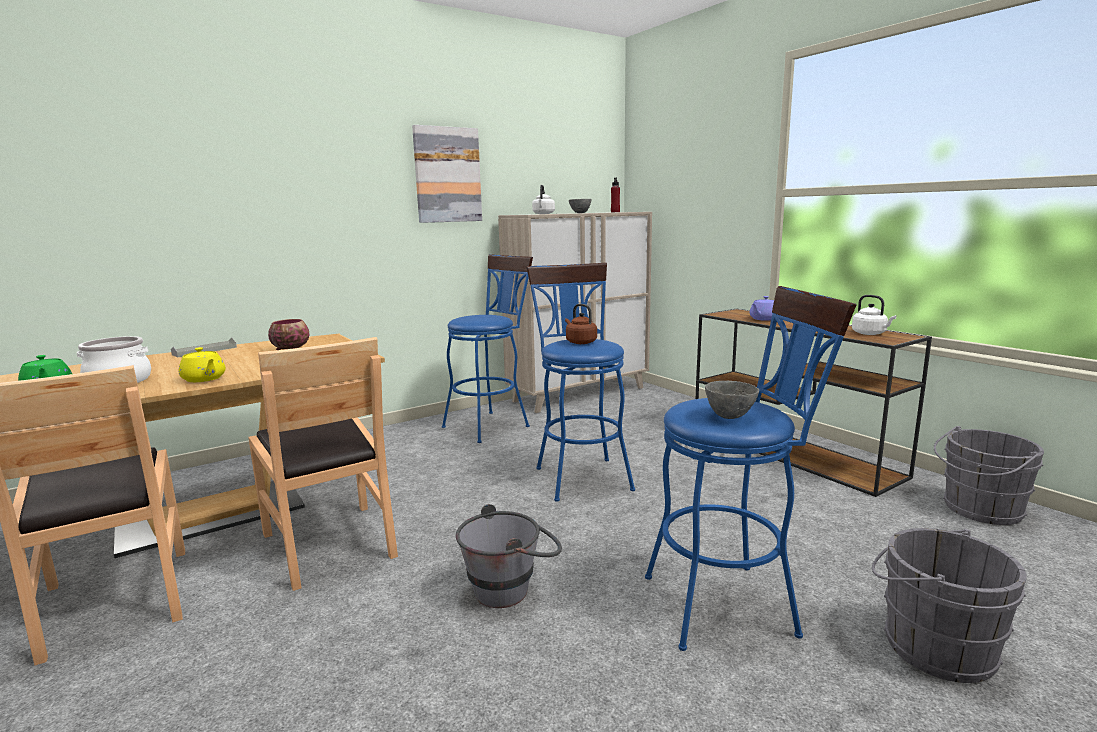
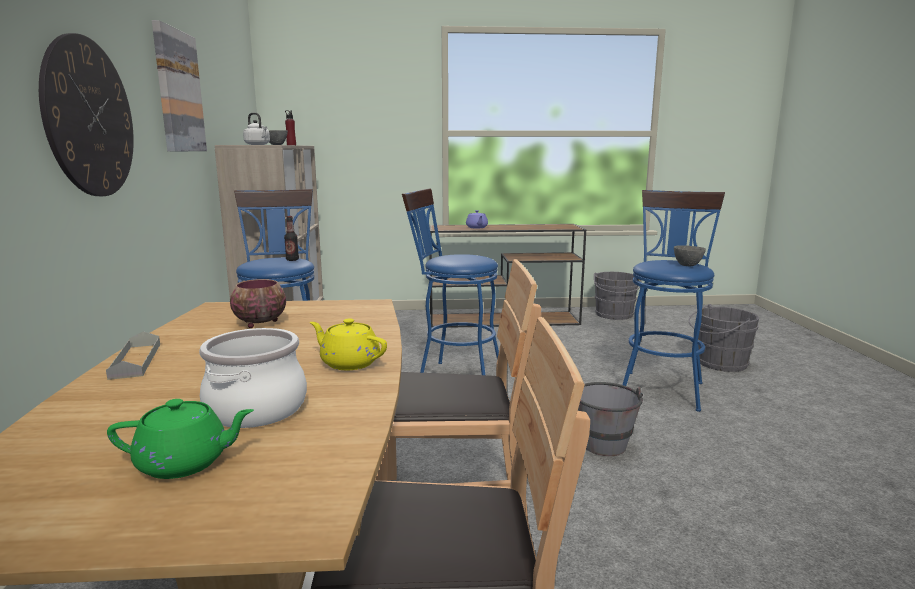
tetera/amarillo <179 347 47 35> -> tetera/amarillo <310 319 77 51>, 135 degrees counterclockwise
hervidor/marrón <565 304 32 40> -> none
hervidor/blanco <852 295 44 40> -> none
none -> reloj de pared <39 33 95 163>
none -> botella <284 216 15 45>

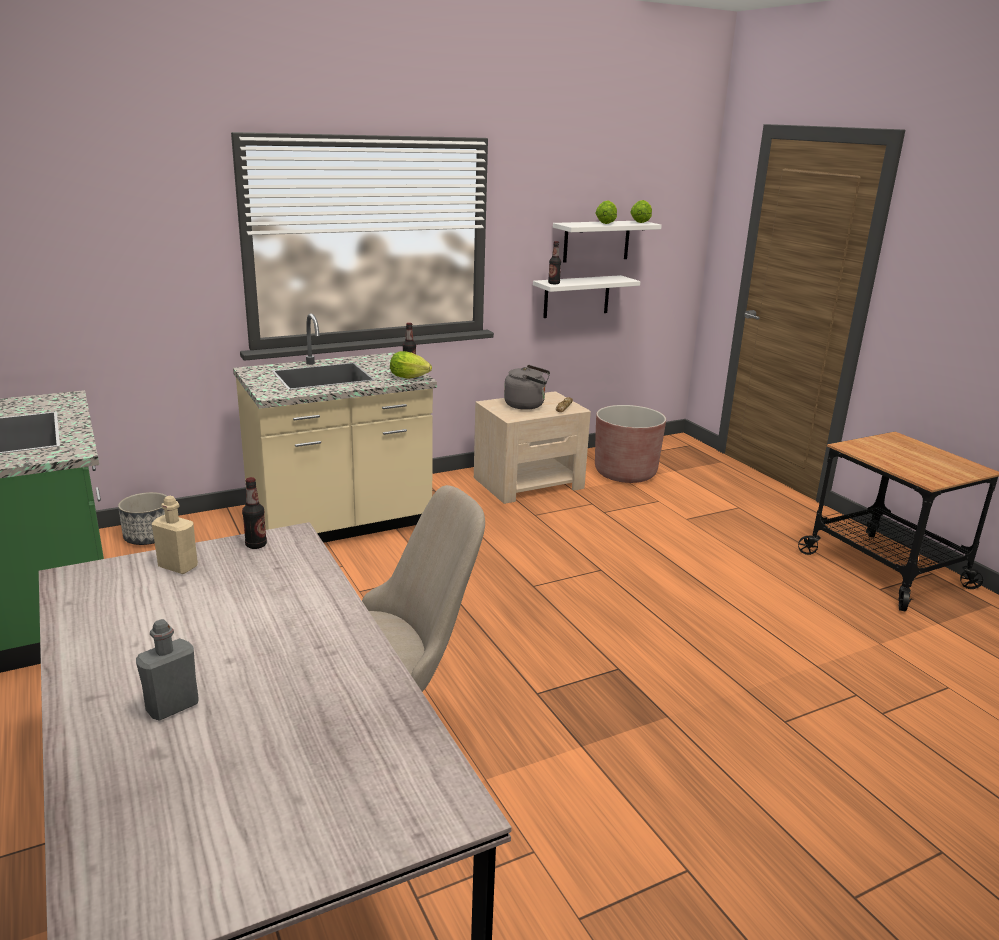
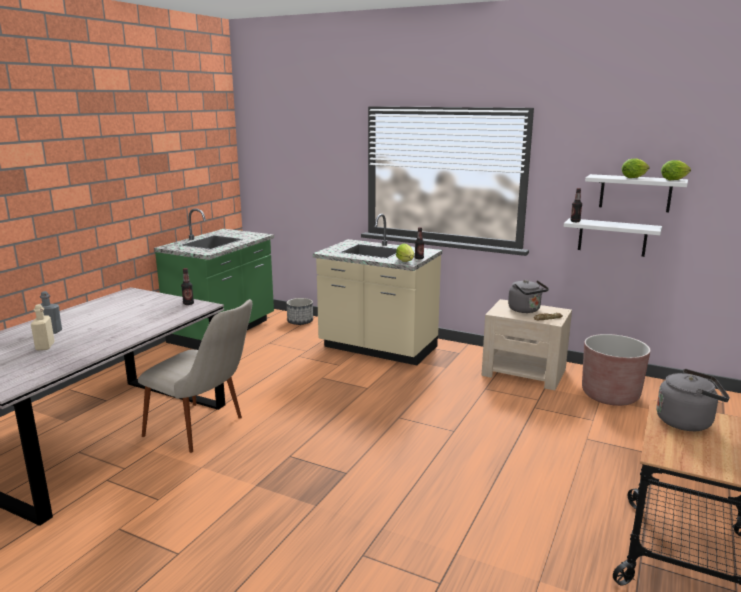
botella/beis <152 496 46 78> -> botella/beis <31 304 24 46>, moved
none -> hervidor/gris <656 369 74 62>

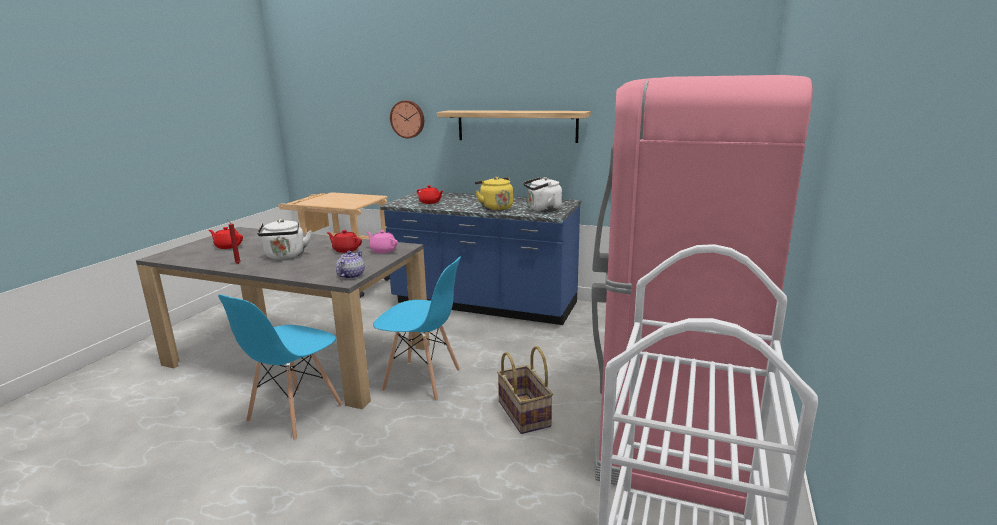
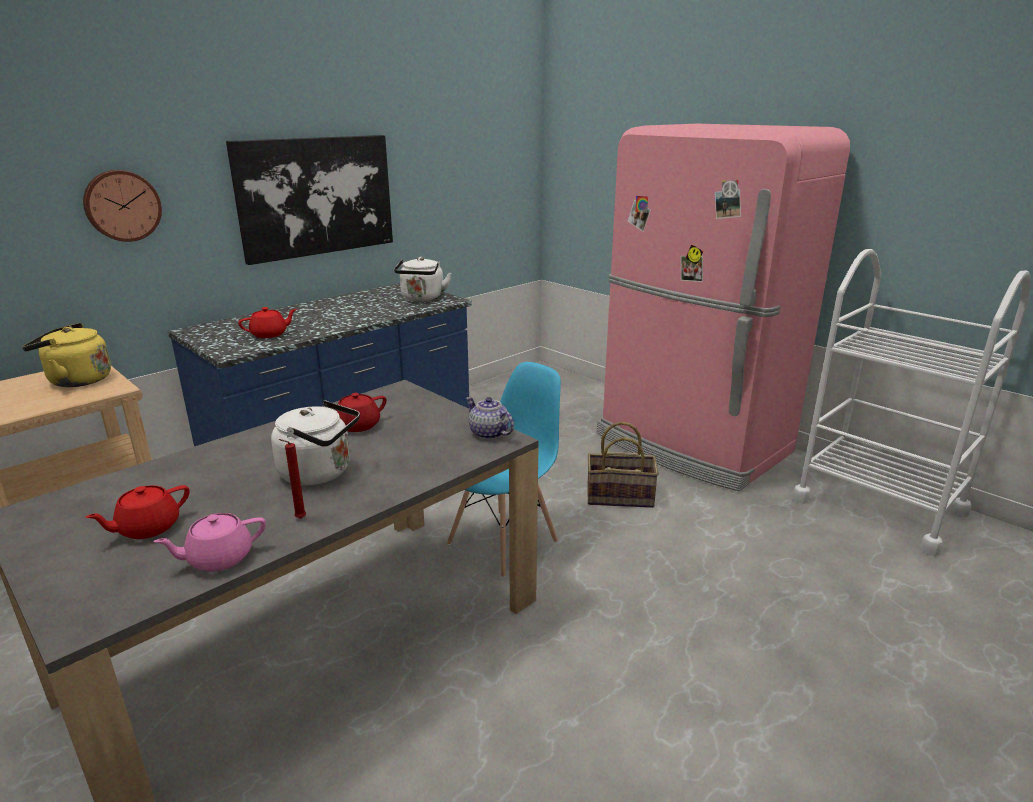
silla/azul <218 294 125 147> -> none
tetera/rosa <367 230 31 23> -> tetera/rosa <153 513 113 59>, moved
estante <437 110 154 33> -> cuadro <226 135 167 130>
hervidor/amarillo <475 177 38 34> -> hervidor/amarillo <22 323 89 64>, moved

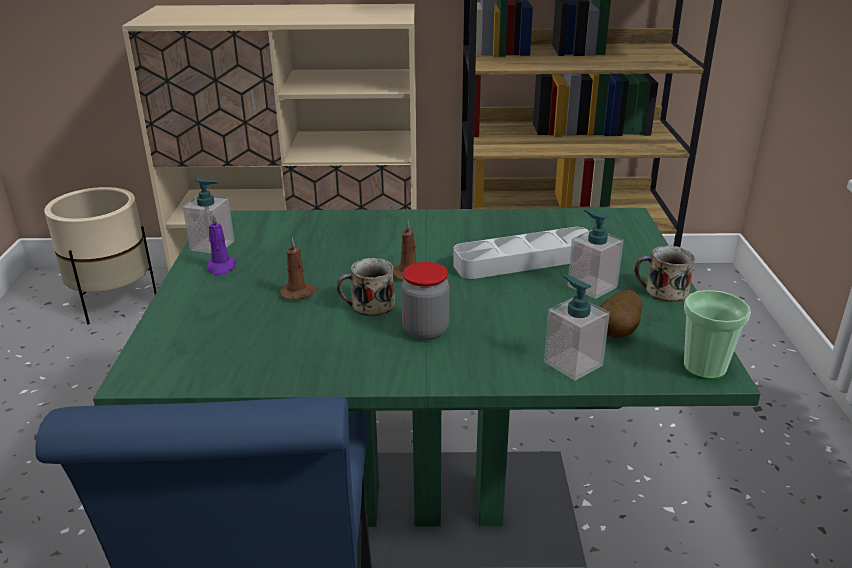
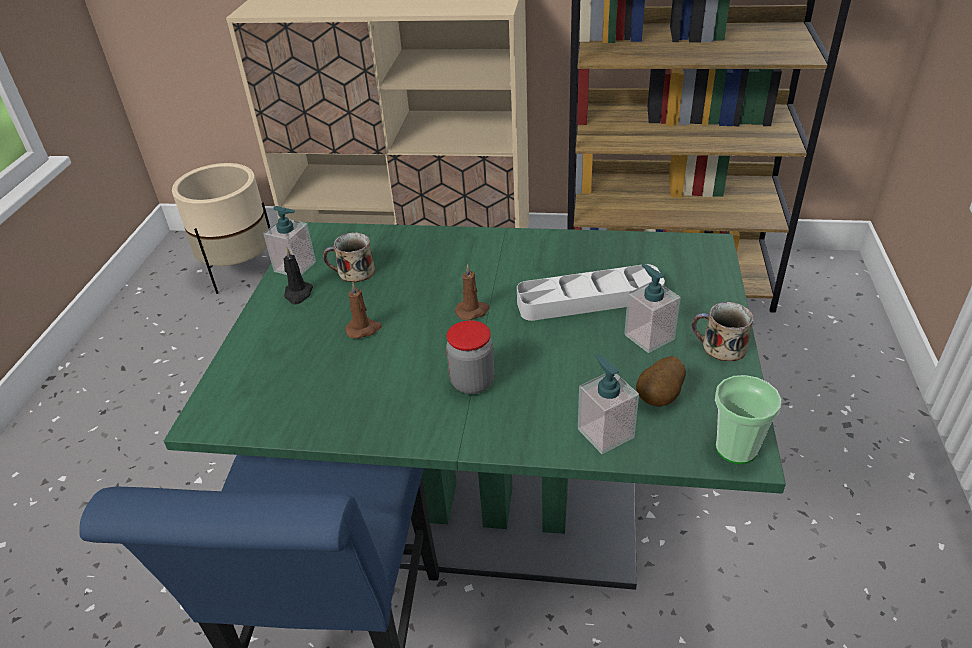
vela/morado <207 213 30 63> -> vela/negro <283 248 30 56>
taza grande <337 258 58 58> -> taza grande <323 232 52 50>, moved

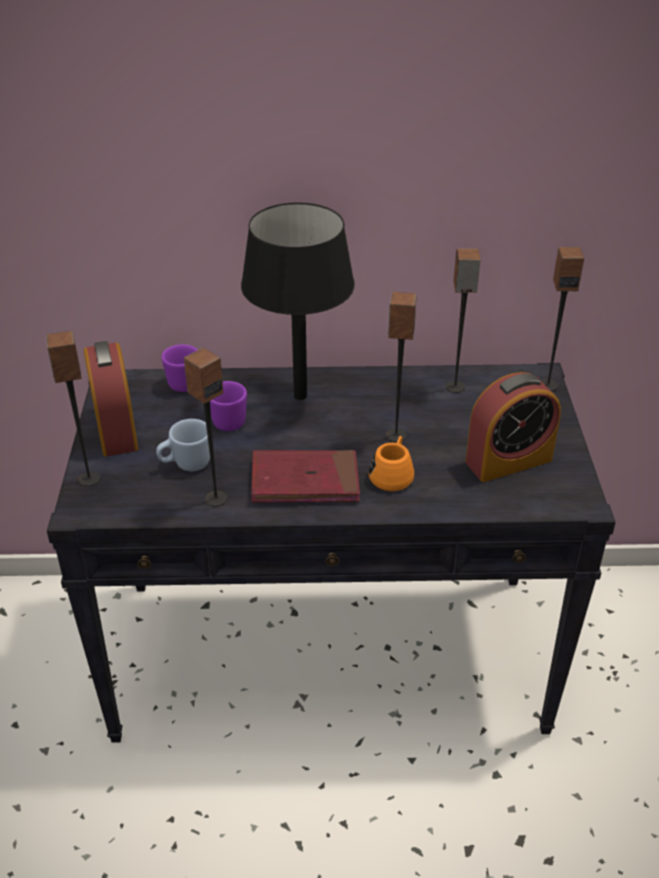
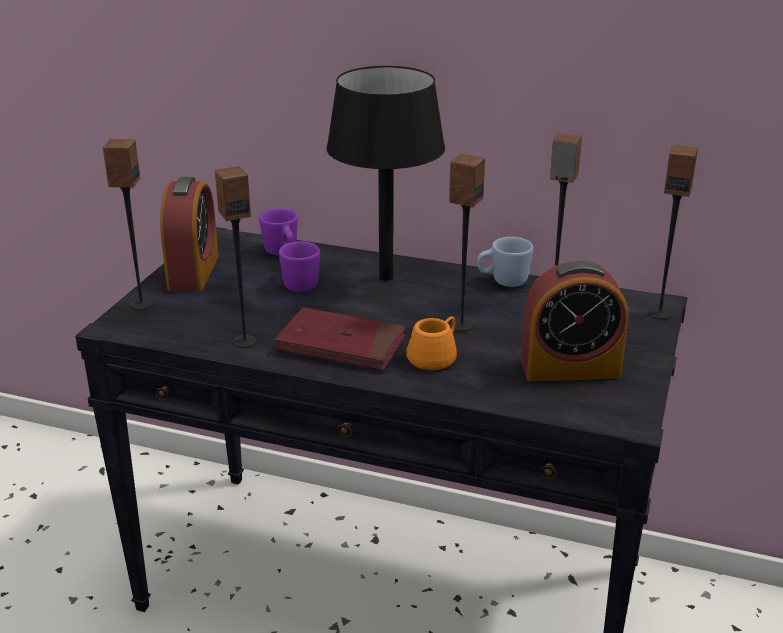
taza grande/azul <156 419 54 52> -> taza grande/azul <477 237 56 50>, moved

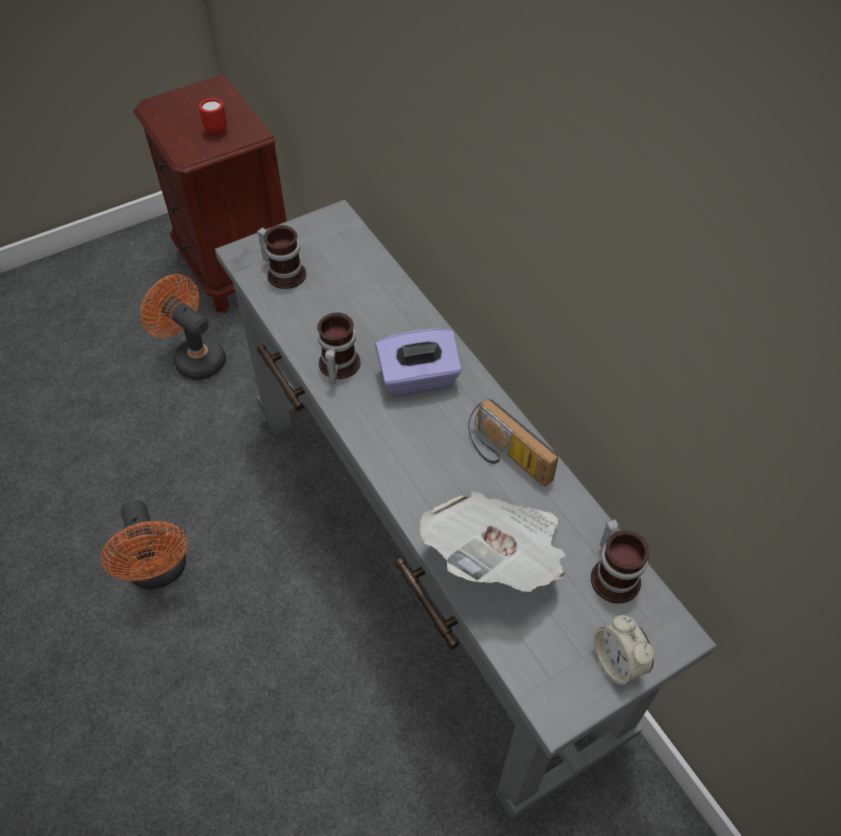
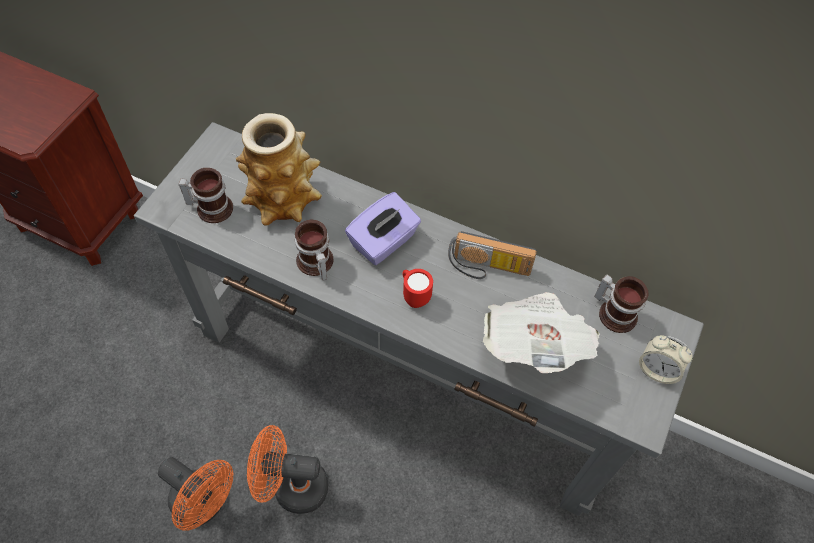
ventilador/naranja <140 274 86 106> -> ventilador/naranja <247 425 81 89>, moved
taza grande/rojo <199 98 28 37> -> taza grande/rojo <402 269 31 39>, moved
none -> florero <236 113 86 113>

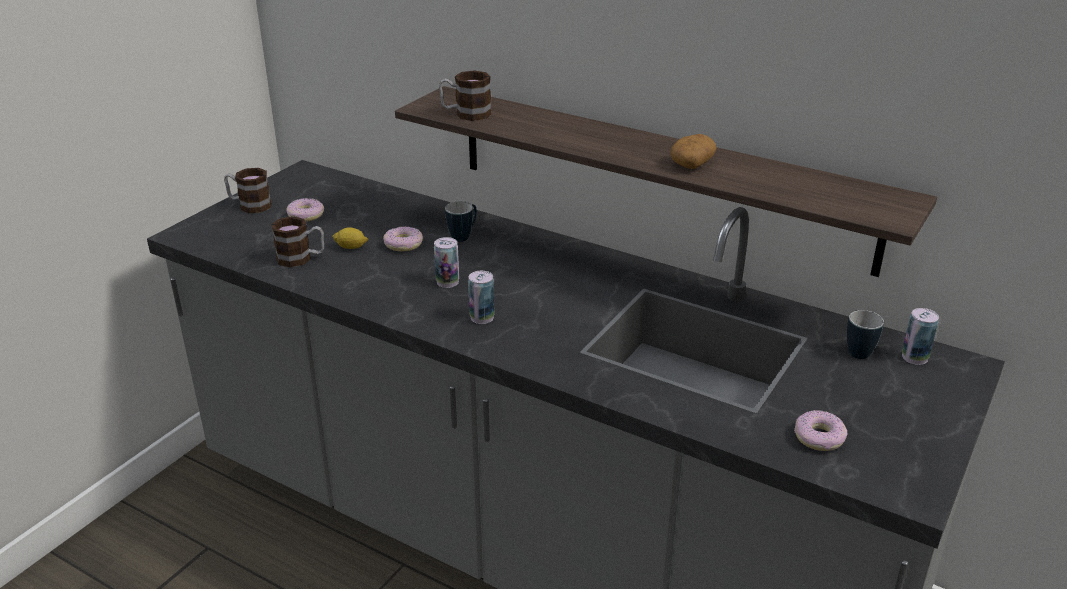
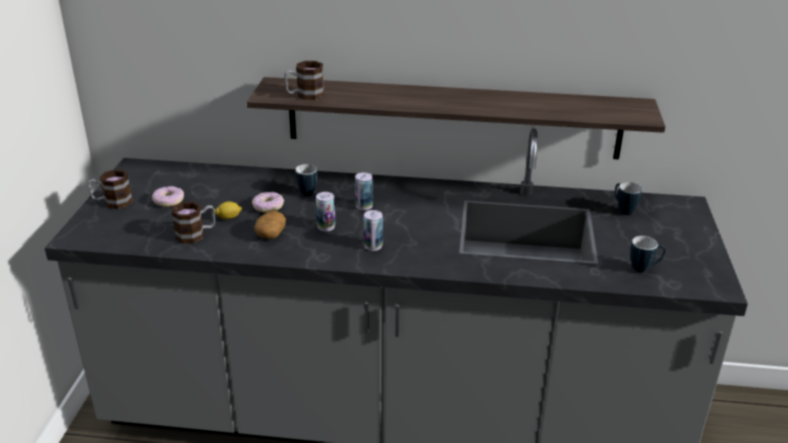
patata <671 134 46 35> -> patata <255 211 31 28>, moved
rosquilla <794 410 53 41> -> taza grande <630 236 36 36>
lata <902 308 37 57> -> lata <355 172 18 38>, moved

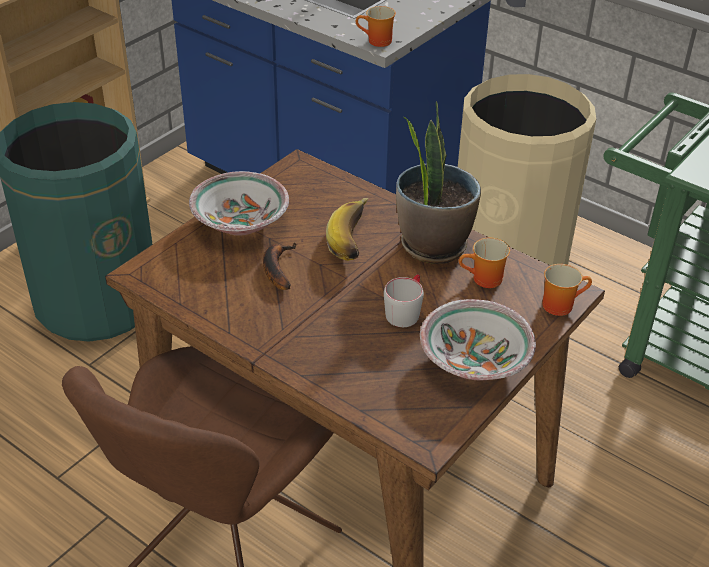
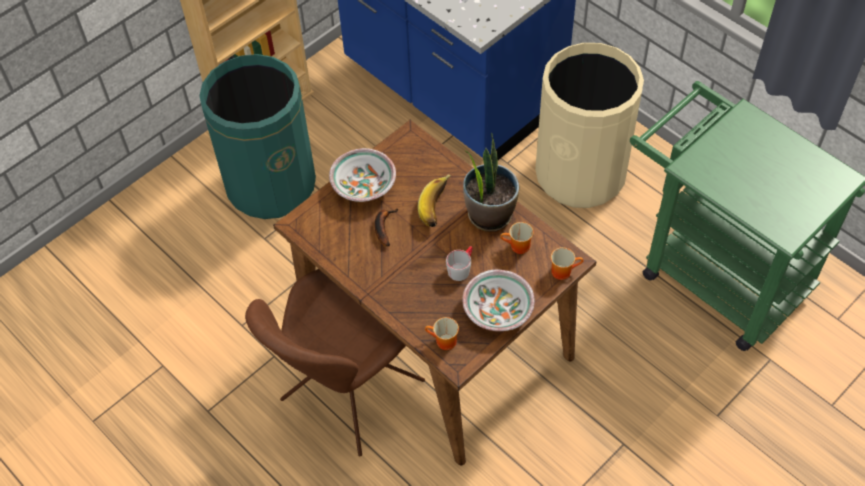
taza grande <356 6 40 41> -> taza grande <425 317 34 33>, moved

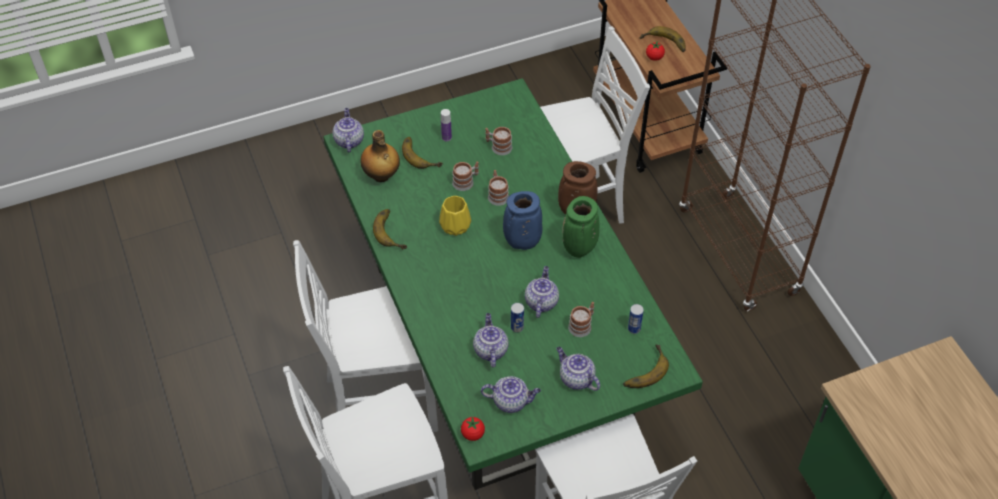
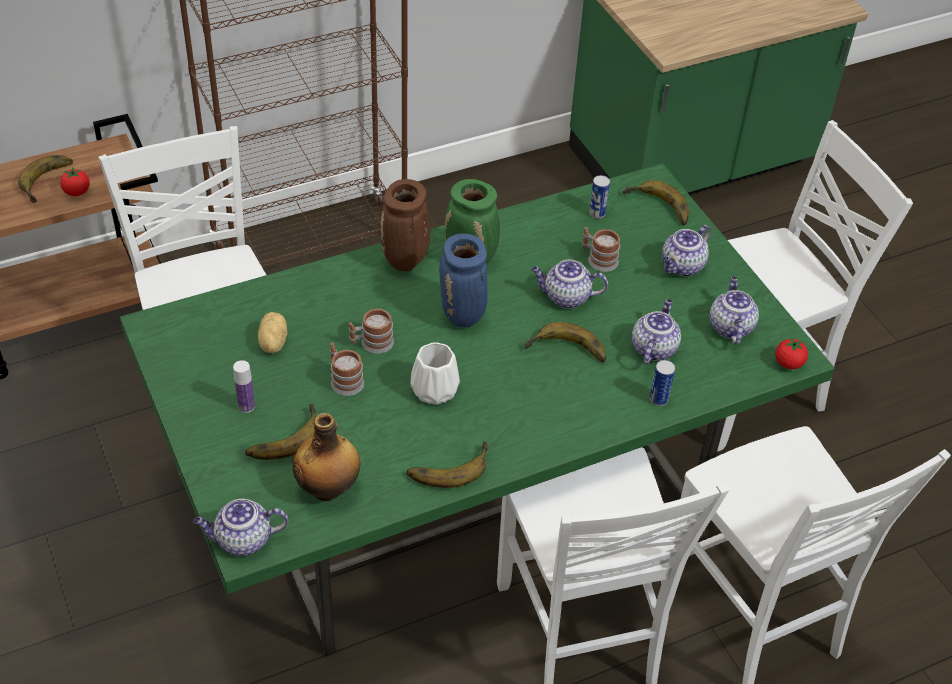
florero/amarillo <439 196 32 40> -> florero/blanco <411 342 49 63>
tetera <473 313 36 55> -> tetera <632 299 49 66>, 120 degrees clockwise
taza grande <485 127 27 28> -> patata <258 312 30 41>
lata <511 303 13 30> -> lata <650 360 25 46>, moved
none -> plátano <525 322 81 41>

